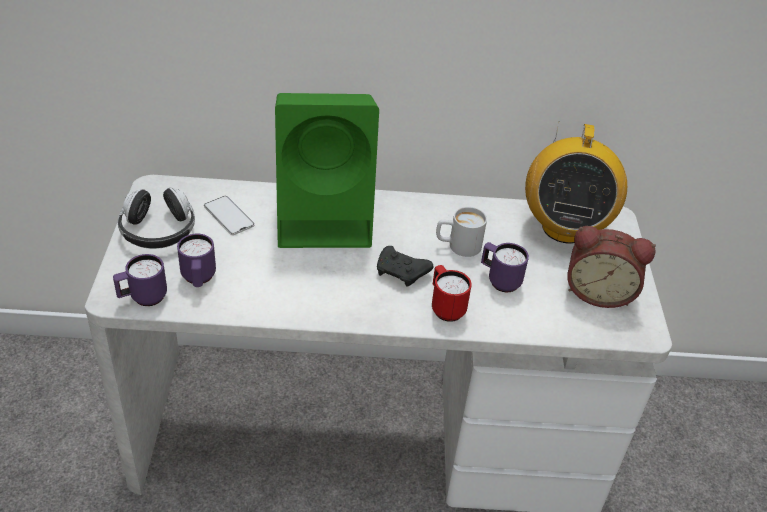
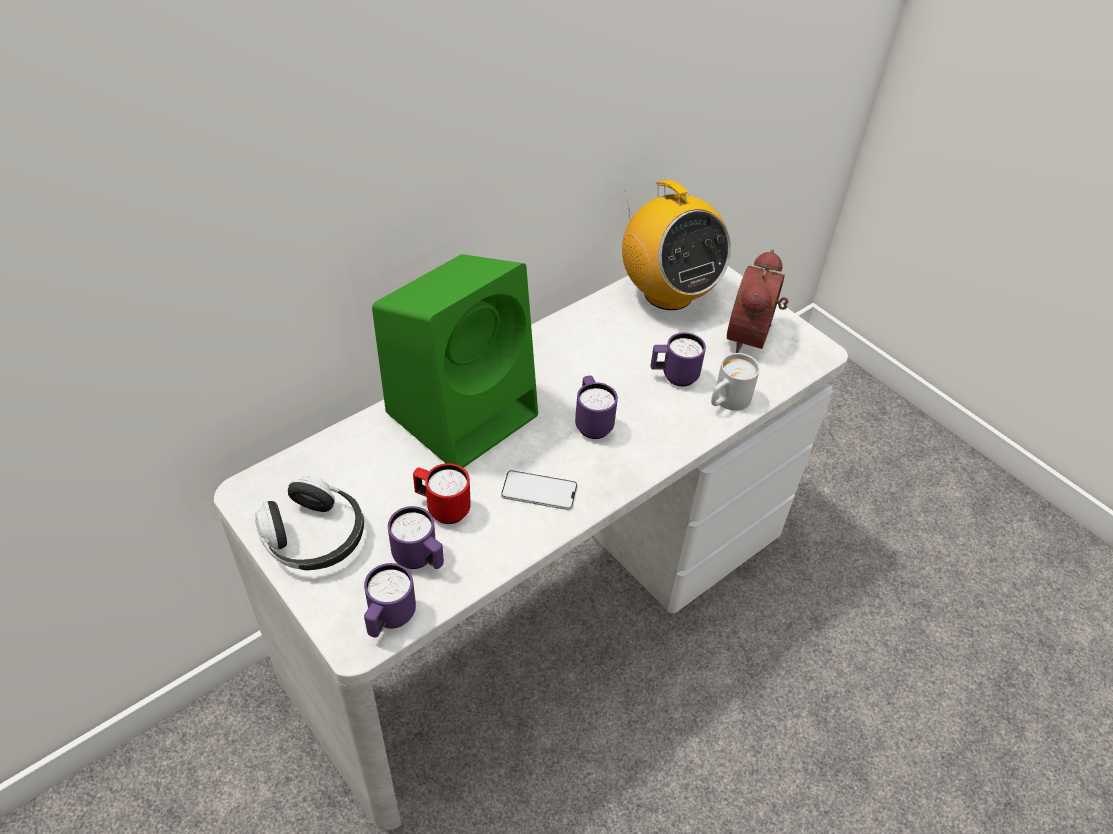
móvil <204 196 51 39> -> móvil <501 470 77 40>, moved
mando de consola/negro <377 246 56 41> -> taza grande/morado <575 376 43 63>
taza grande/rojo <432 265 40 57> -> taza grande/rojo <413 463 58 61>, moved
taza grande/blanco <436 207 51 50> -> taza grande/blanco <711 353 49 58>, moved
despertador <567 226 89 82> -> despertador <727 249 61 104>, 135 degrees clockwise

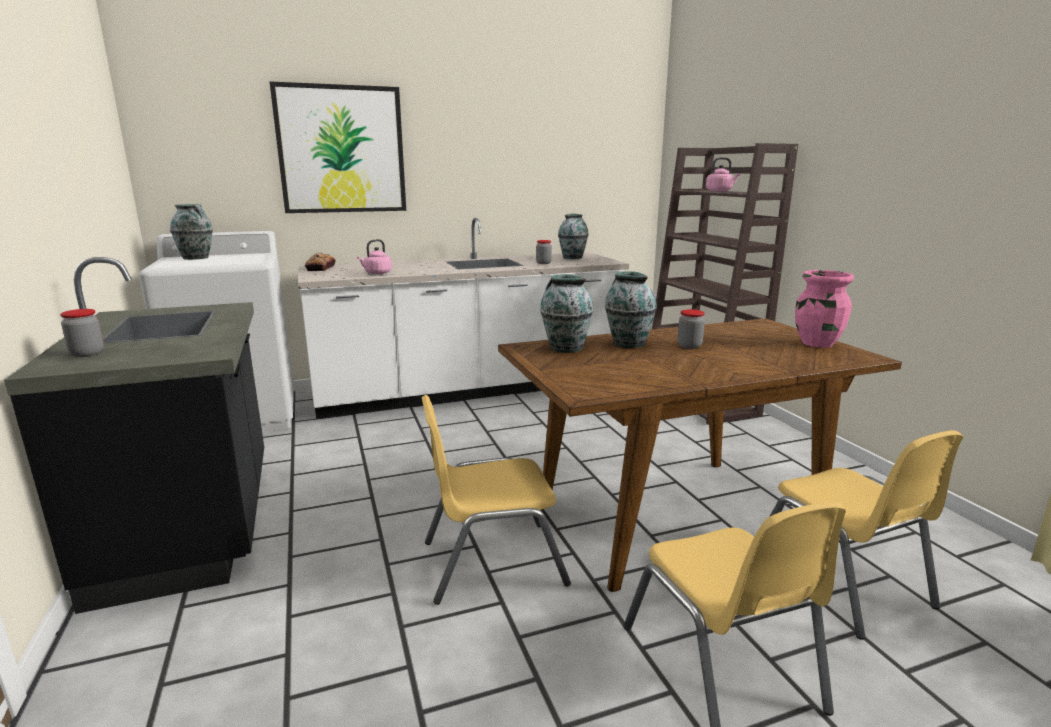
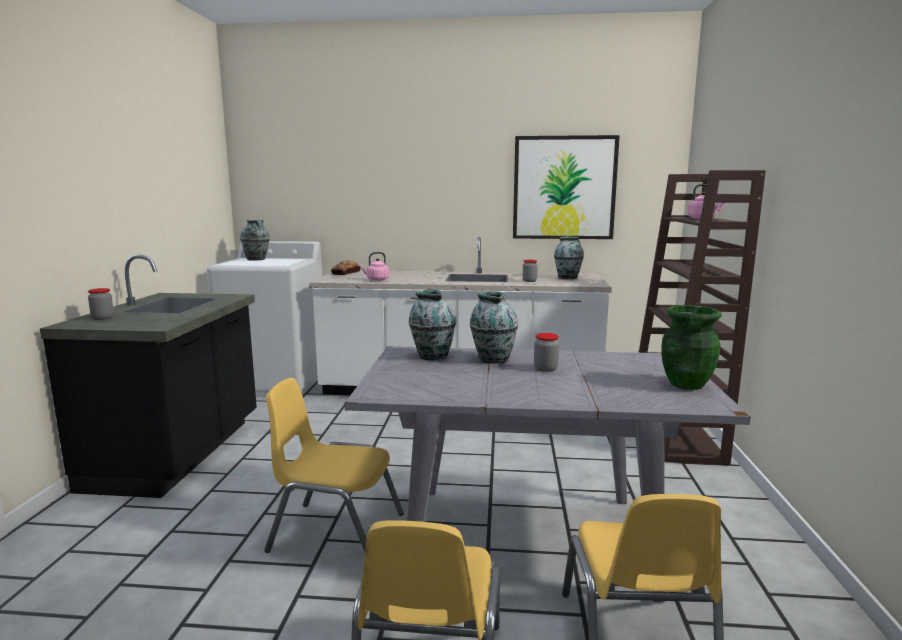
cuadro <269 81 137 132> -> cuadro <513 135 107 104>, moved
mesa de comedor/marrón <498 318 404 274> -> mesa de comedor/gris <345 346 406 256>
florero/rosa <795 270 59 78> -> florero/verde <661 305 61 85>

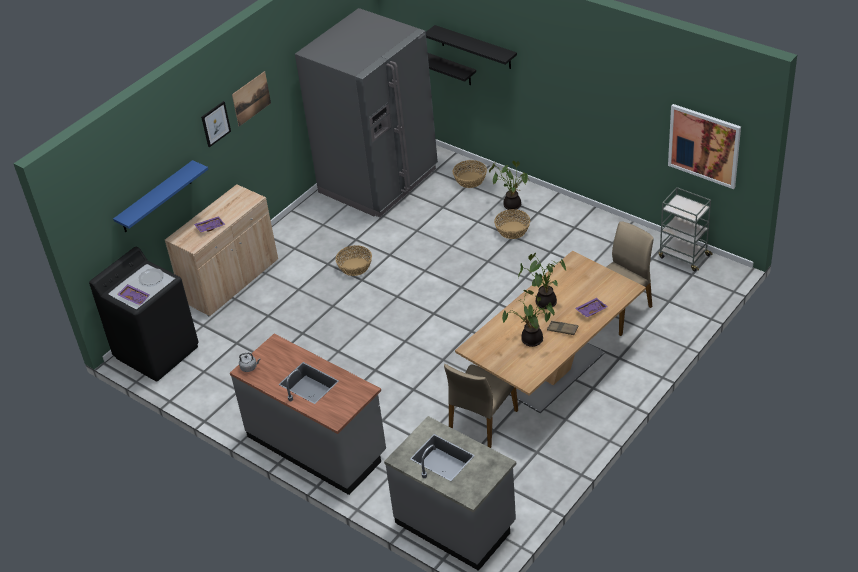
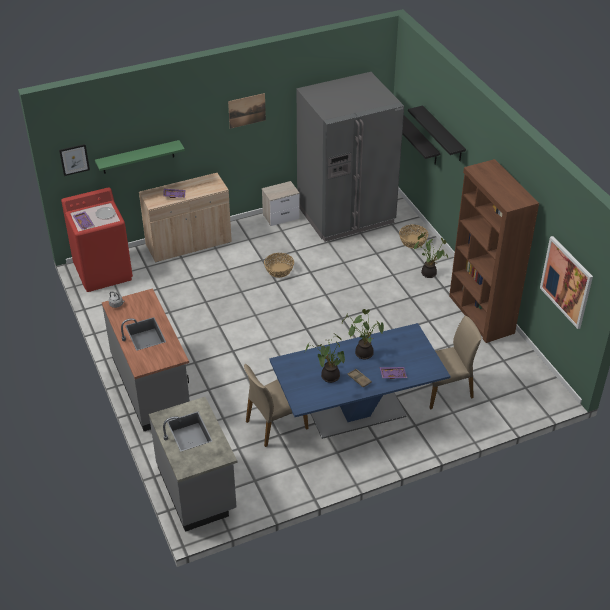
lavadora/negro <89 247 110 135> -> lavadora/rojo <61 187 72 105>
estante/azul <113 160 95 72> -> estante/verde <95 140 90 34>
cuadro <201 101 30 46> -> cuadro <59 144 31 32>, moved
mesa de comedor/beis <455 251 191 162> -> mesa de comedor/azul <269 323 181 116>
cesta <494 209 36 30> -> none
carrito/gris <659 187 53 84> -> none
none -> mesita de noche <262 181 38 45>
none -> estantería/marrón <449 159 90 184>

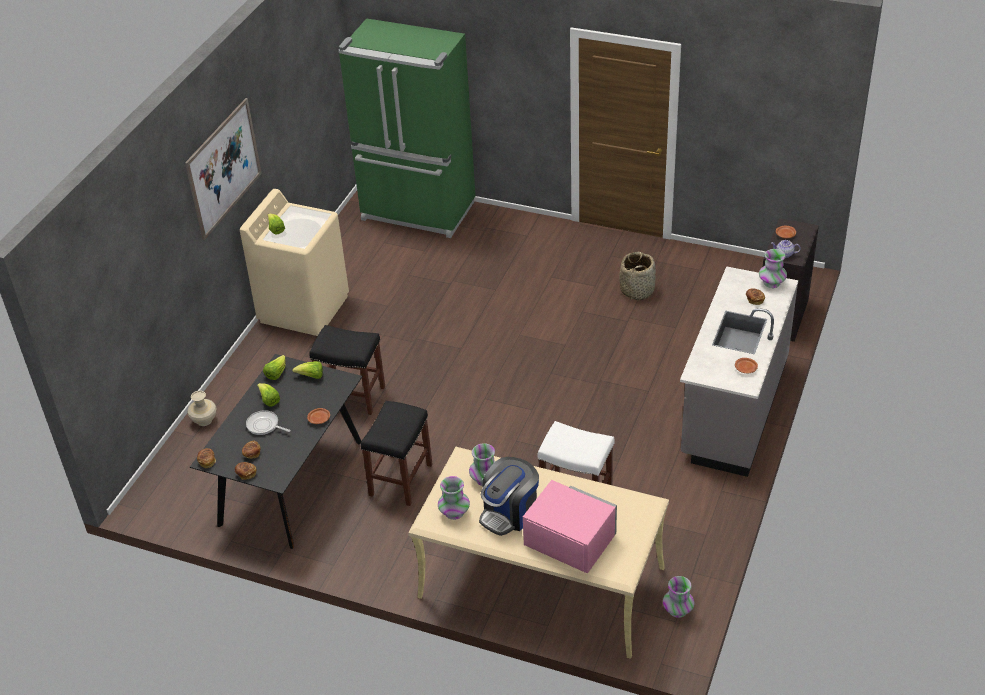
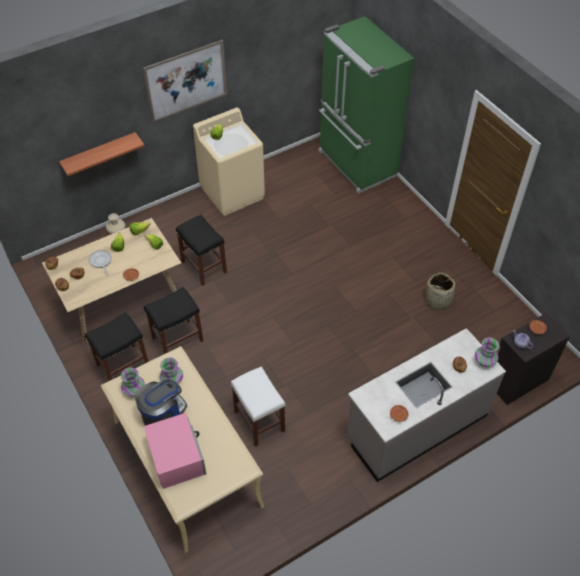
mesa de comedor/negro <190 354 172 195> -> mesa de comedor/beis <42 218 139 126>
cafetera <479 457 60 79> -> cafetera <135 379 52 46>, 150 degrees clockwise
florero <663 576 31 42> -> none
none -> estante <59 132 86 44>
none -> taburete/negro <85 312 63 69>

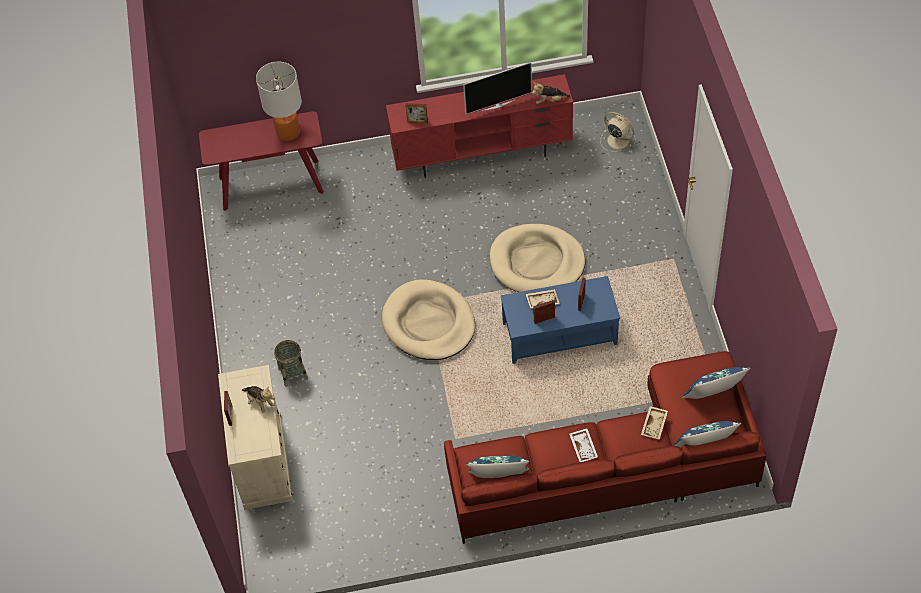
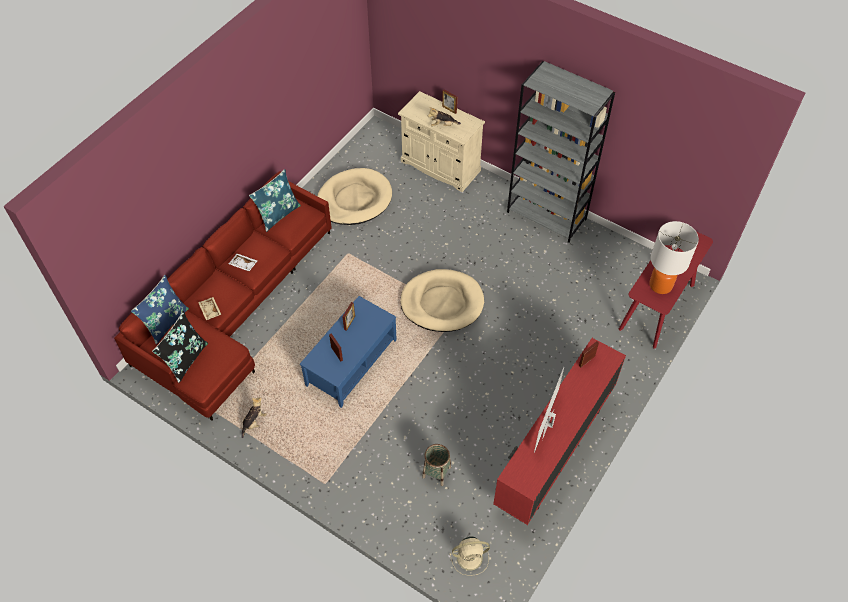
cesta <274 340 34 47> -> cesta <422 444 29 42>, moved
cama para perro/beis <490 224 95 68> -> cama para perro/beis <317 168 75 57>, moved
bandeja/beis <526 289 34 20> -> none
peluche <532 82 38 22> -> peluche <242 397 25 41>, moved
cojín/azul <682 367 68 32> -> cojín/negro <152 311 56 72>
none -> estantería/gris <507 61 108 182>

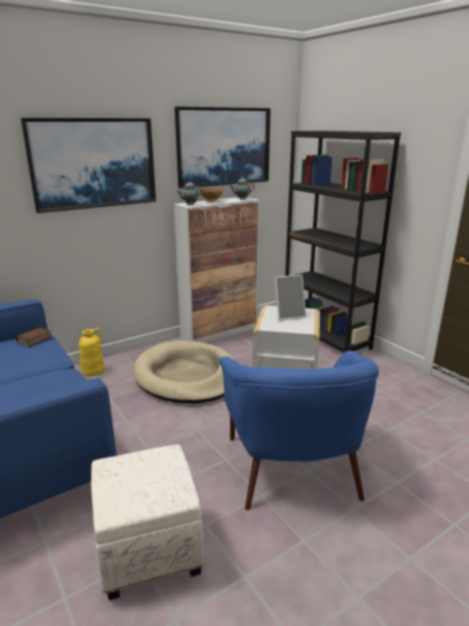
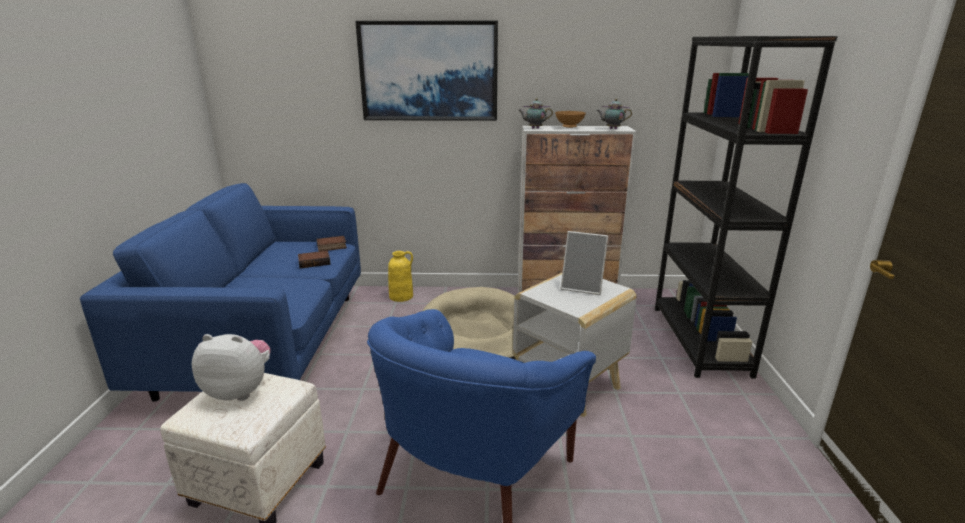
cuadro <175 106 96 83> -> none
none -> peluche <192 334 79 67>
none -> libro <298 251 32 17>

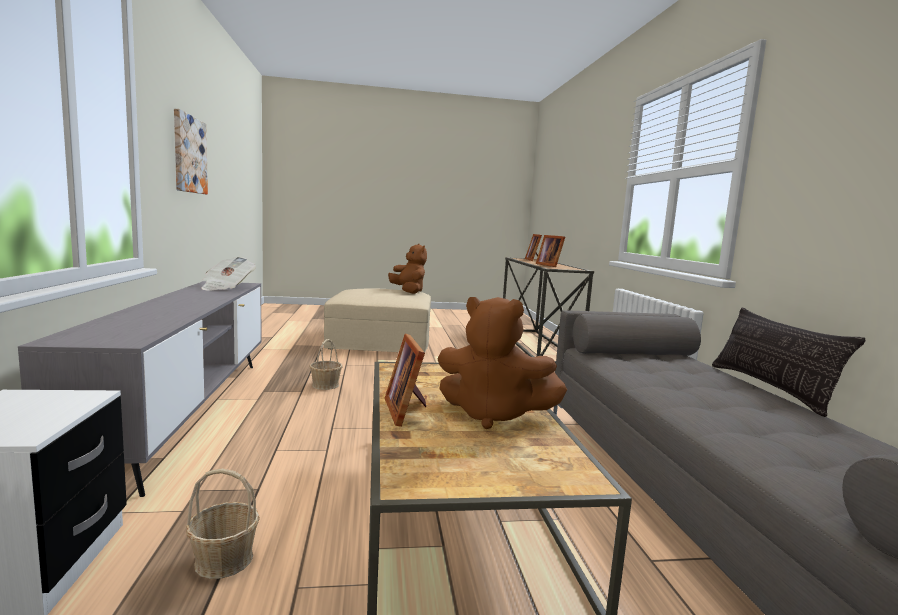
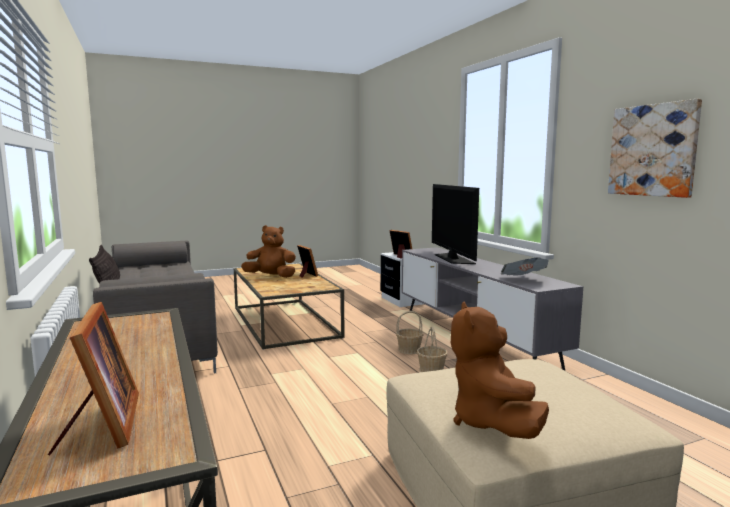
cesta <186 469 74 110> -> cesta <396 311 28 43>, moved
peluche/marrón <388 244 39 50> -> peluche/marrón <451 302 98 137>, 45 degrees clockwise
portarretratos <536 235 29 32> -> portarretratos <389 230 23 29>, moved
none -> televisor <432 184 47 80>

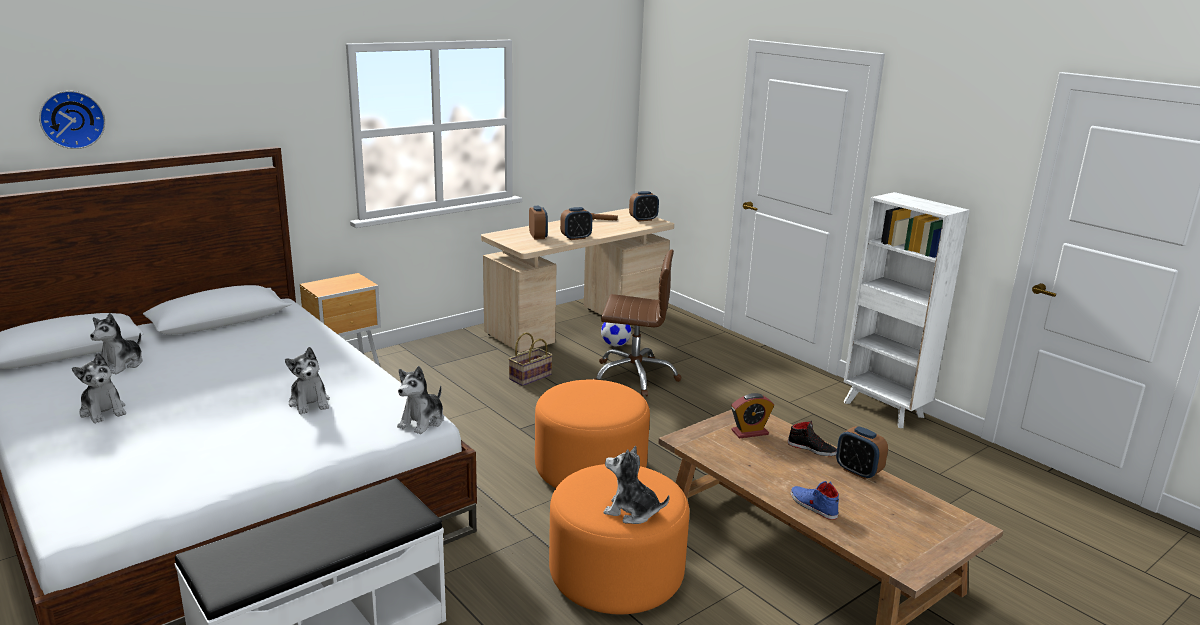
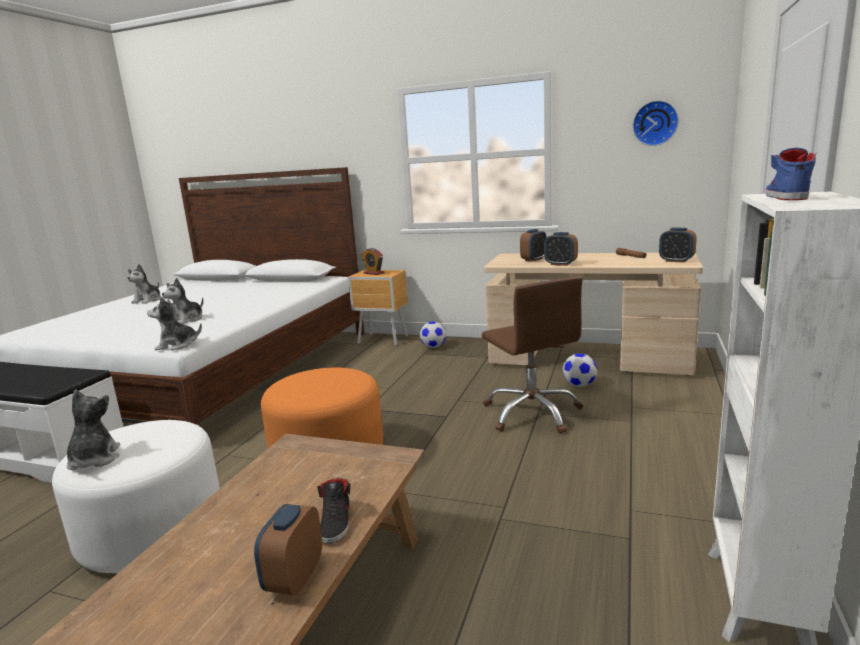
reloj de pared <39 91 66 58> -> reloj de pared <633 100 46 46>, moved
peluche <90 313 52 61> -> none
cesta <509 332 43 54> -> none
puf/naranja <549 464 140 150> -> puf/blanco <52 420 168 153>
despertador <731 393 43 46> -> despertador <362 248 22 27>, moved
zapato/azul <790 481 49 39> -> zapato/azul <765 148 52 52>, moved
none -> balón de fútbol <420 322 26 26>

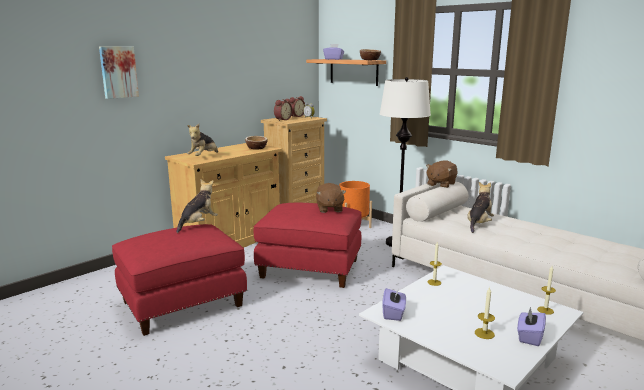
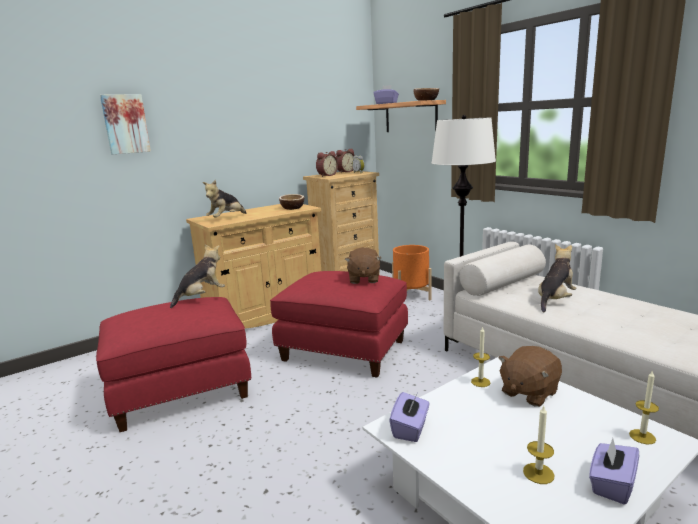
peluche/marrón <426 160 31 28> -> peluche/marrón <498 346 64 61>, moved

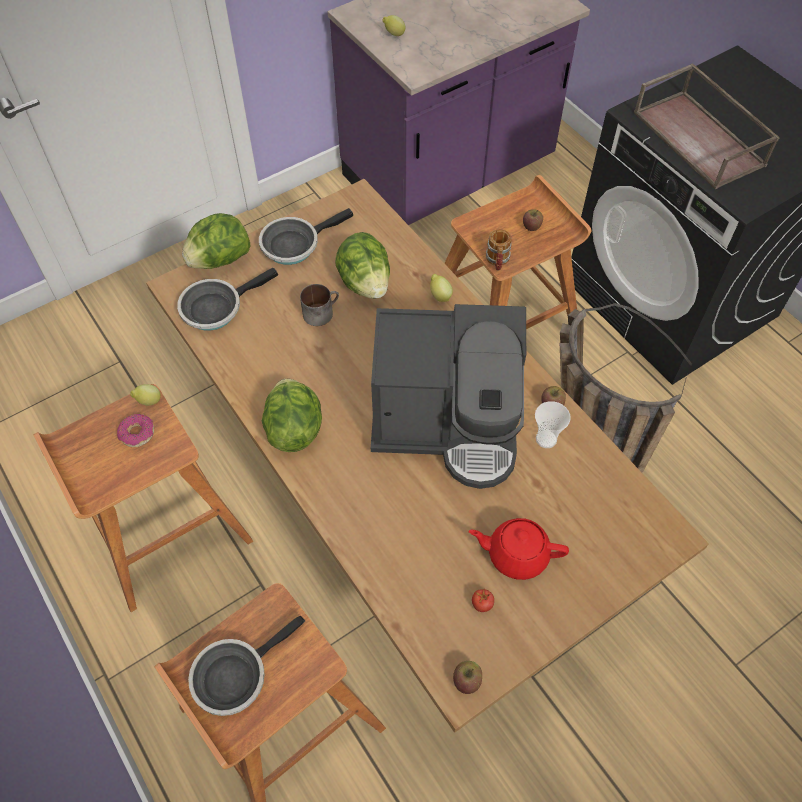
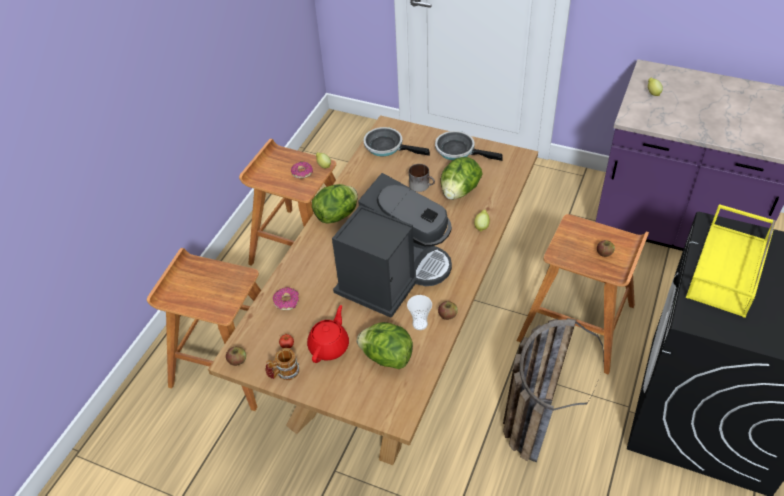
lechuga <182 213 69 56> -> lechuga <357 322 56 47>, moved
sartén <188 616 117 100> -> none
cafetera <371 304 155 185> -> cafetera <332 173 120 145>, 120 degrees counterclockwise
tetera/rojo <468 518 101 62> -> tetera/rojo <307 305 42 58>, 45 degrees clockwise
taza grande <486 229 26 42> -> taza grande <266 348 33 32>, moved
bandeja/marrón <634 63 146 126> -> bandeja/amarillo <686 204 90 114>
none -> rosquilla <273 287 26 23>

